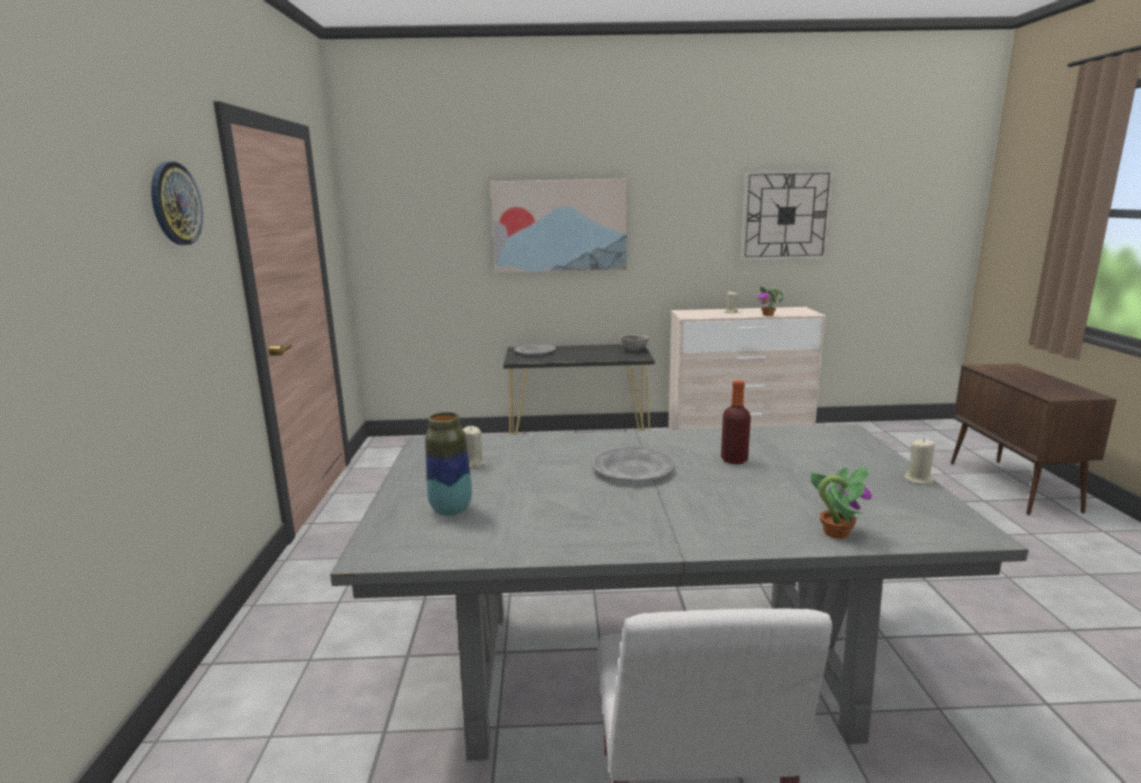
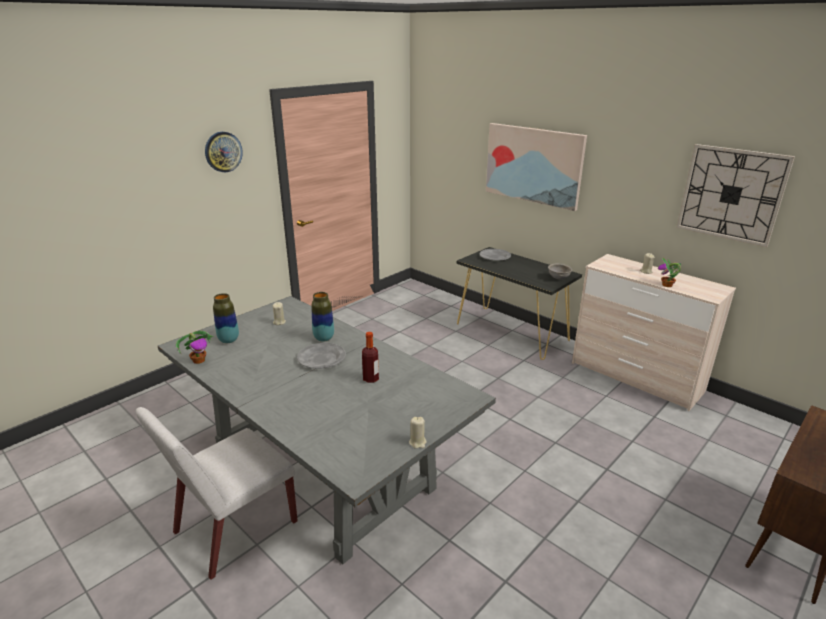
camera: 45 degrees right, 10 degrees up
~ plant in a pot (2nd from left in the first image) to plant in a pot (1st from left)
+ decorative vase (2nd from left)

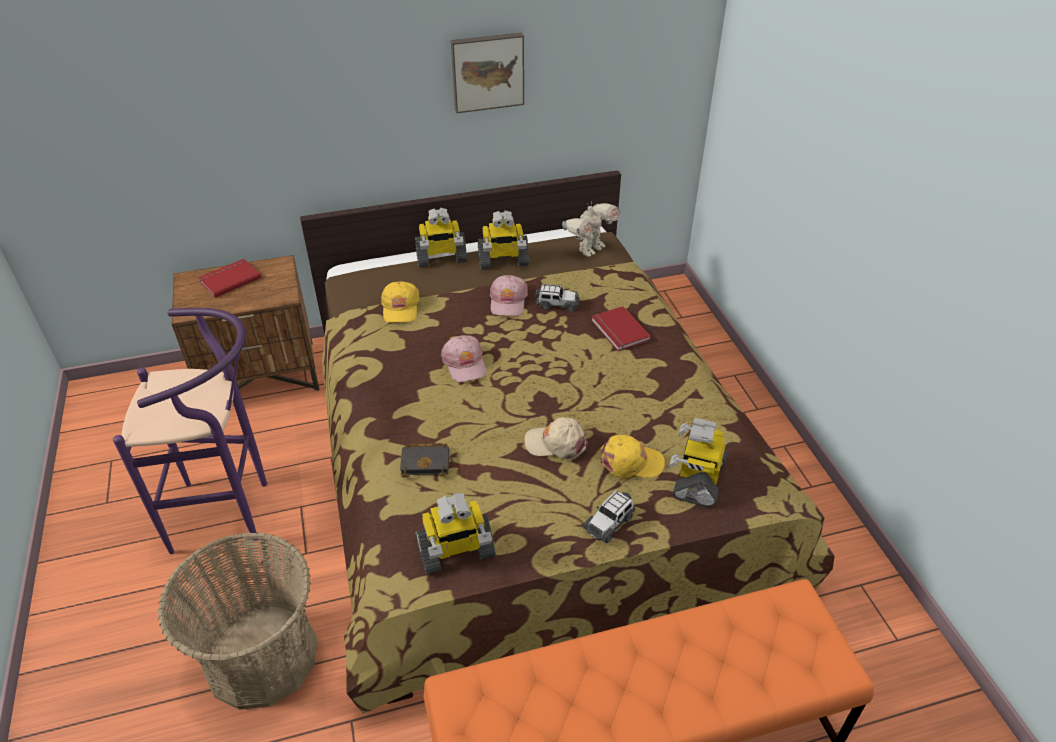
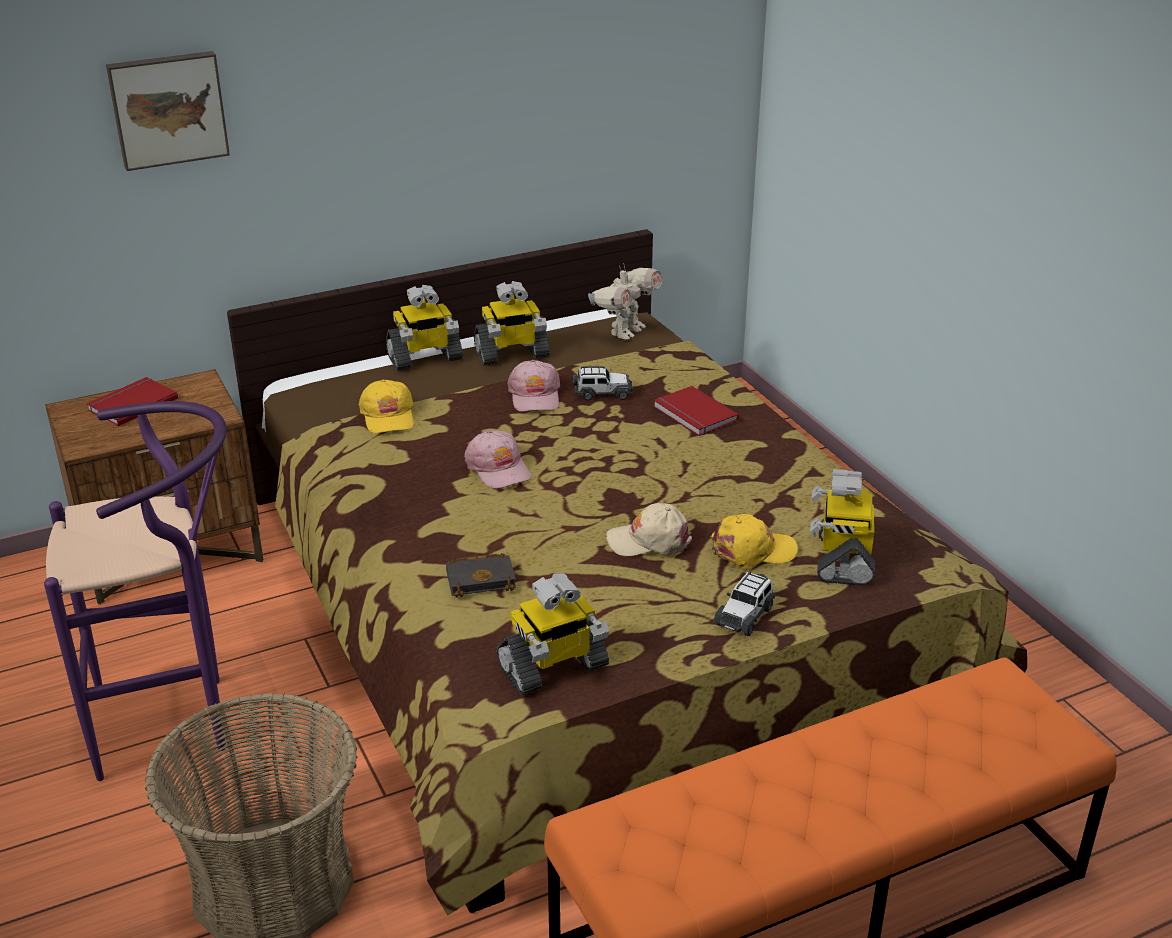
camera: 10 degrees left, 10 degrees down
~ wall art

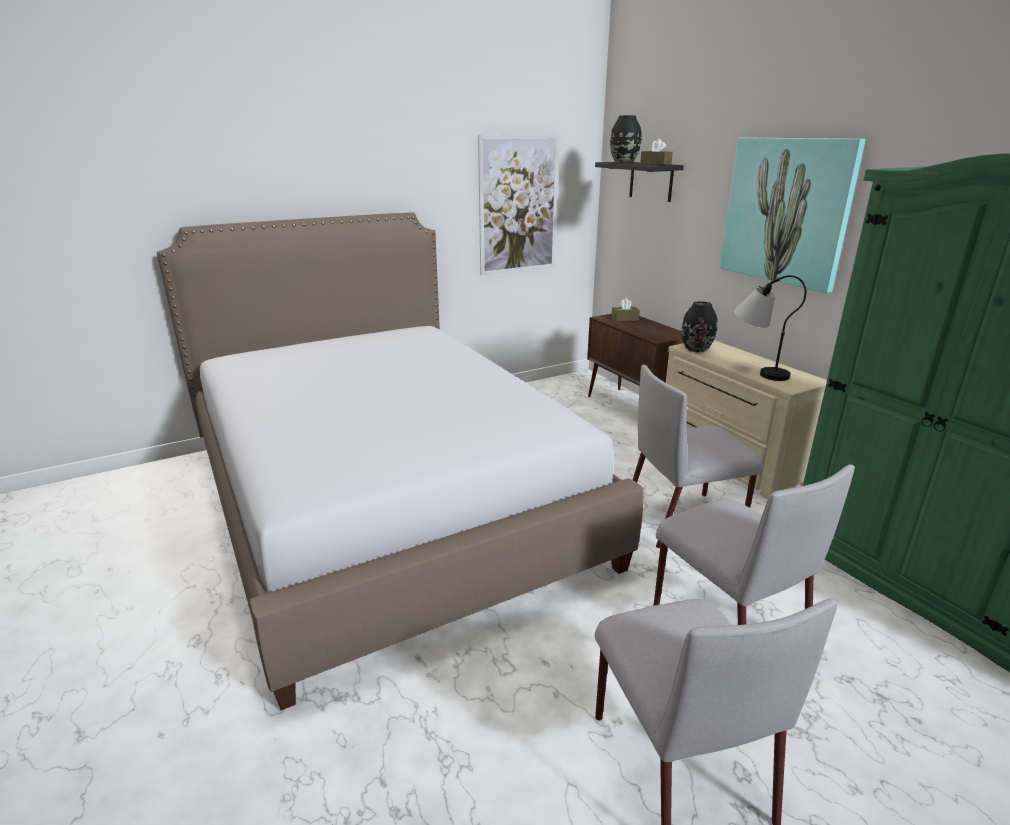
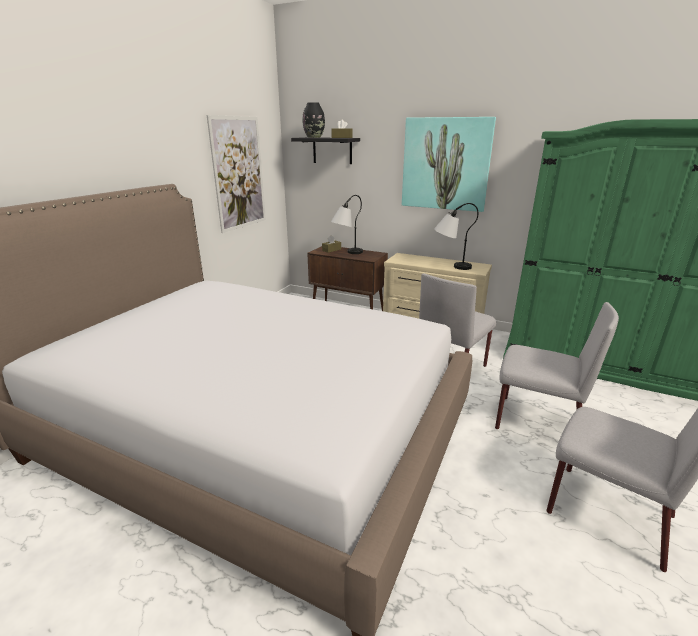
camera: 35 degrees left, 0 degrees up
- decorative vase in blackish (2nd from left)
+ tabletop lamp (1st from left)

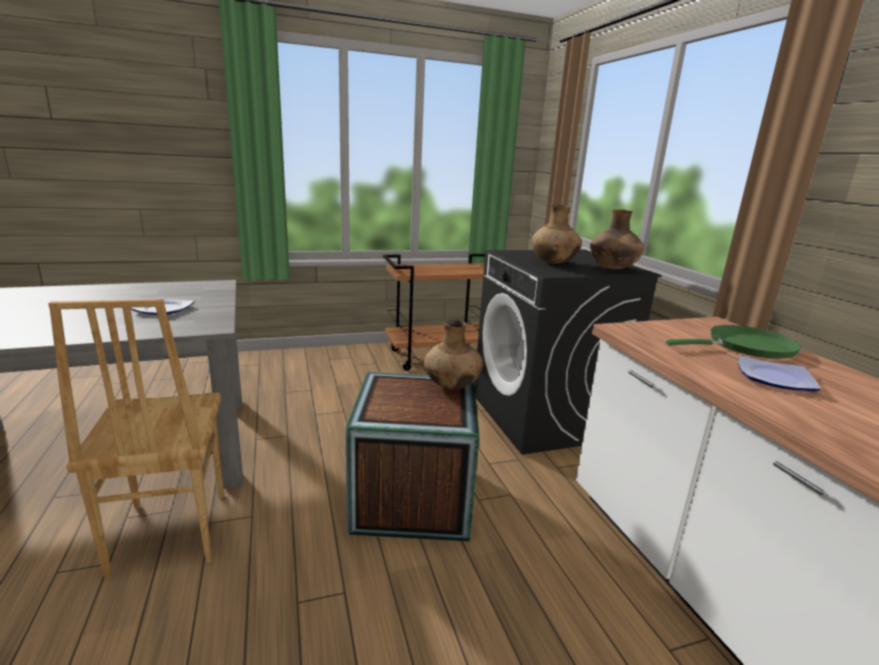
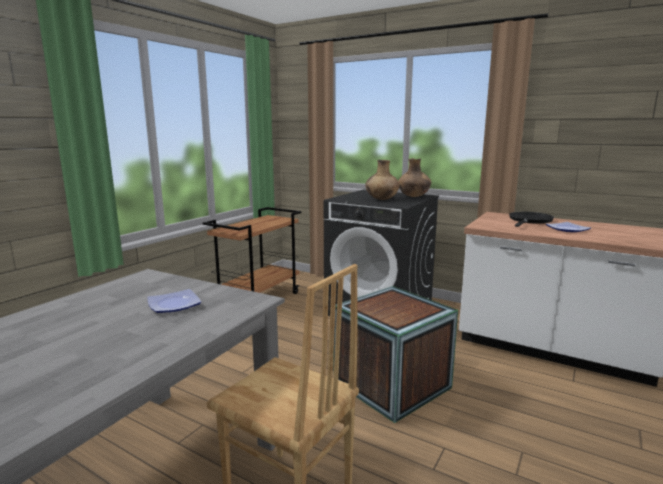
camera: 40 degrees left, 5 degrees down
- decorative vase in brown (1st from left)
~ skillet in green-coloured to skillet in blackish

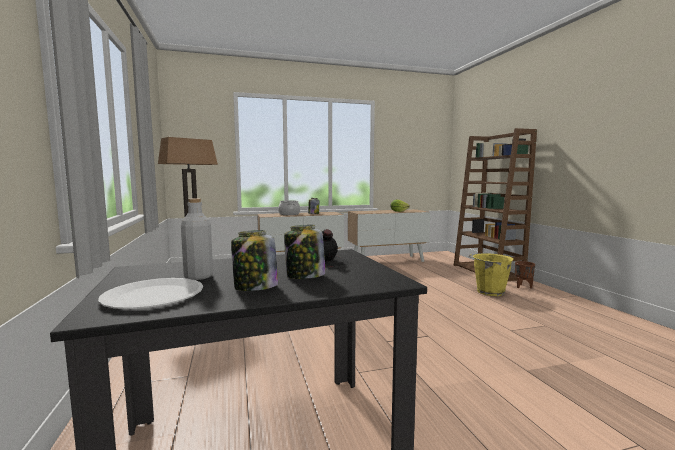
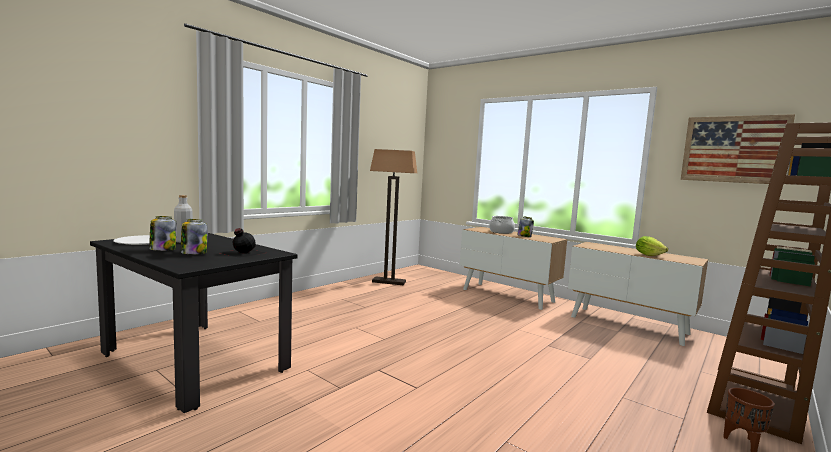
camera: 55 degrees right, 0 degrees up
- water bucket in yellow-coloured
+ wall art

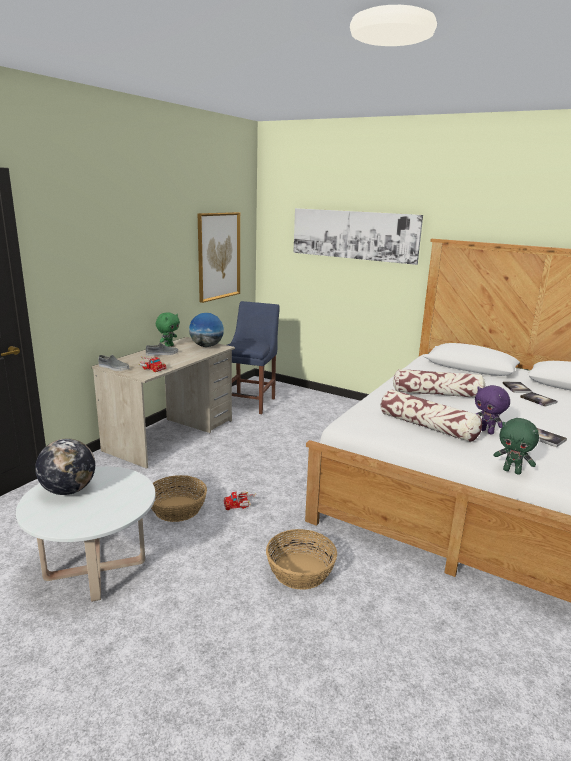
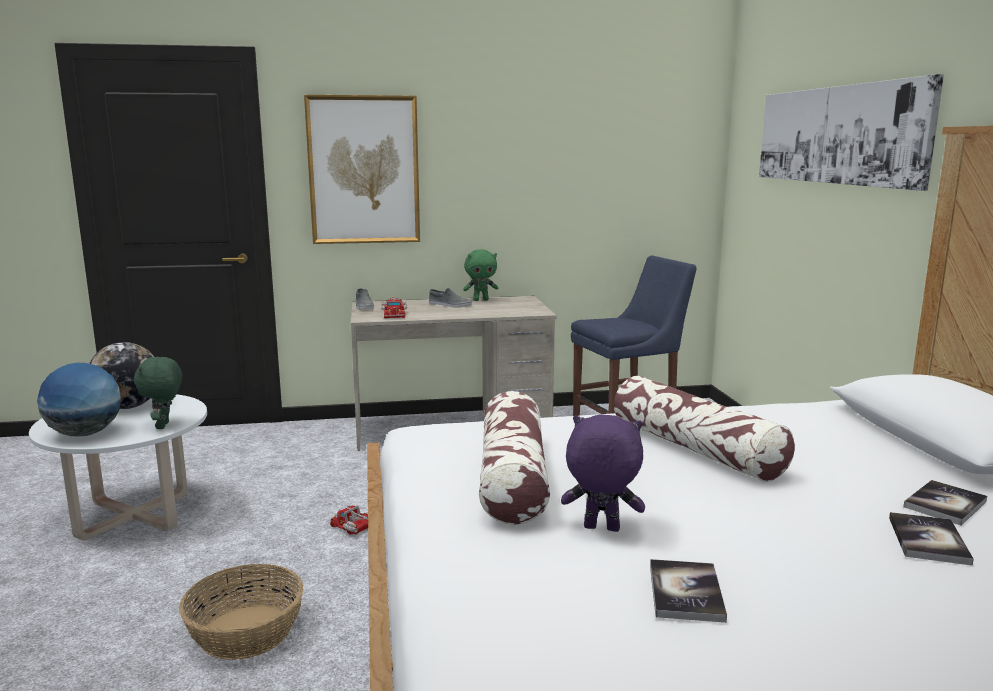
camera: 50 degrees right, 5 degrees down
~ wall art (1st from left)
~ globe (2nd from left in the first image) to globe (1st from left)
~ cuddly toy in purple-coloured 90 degrees clockwise
~ cuddly toy in green-coloured (2nd from left in the first image) to cuddly toy in green-coloured (1st from left)
- storage basket (1st from left)

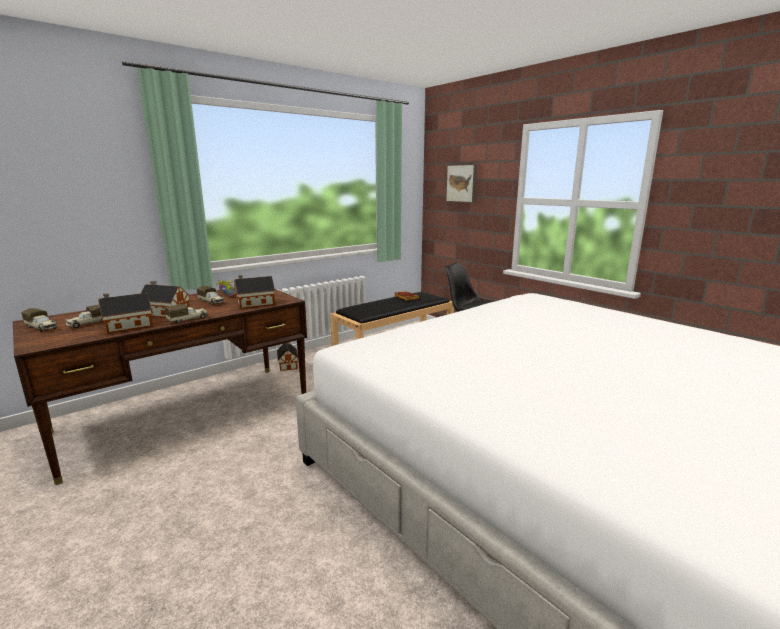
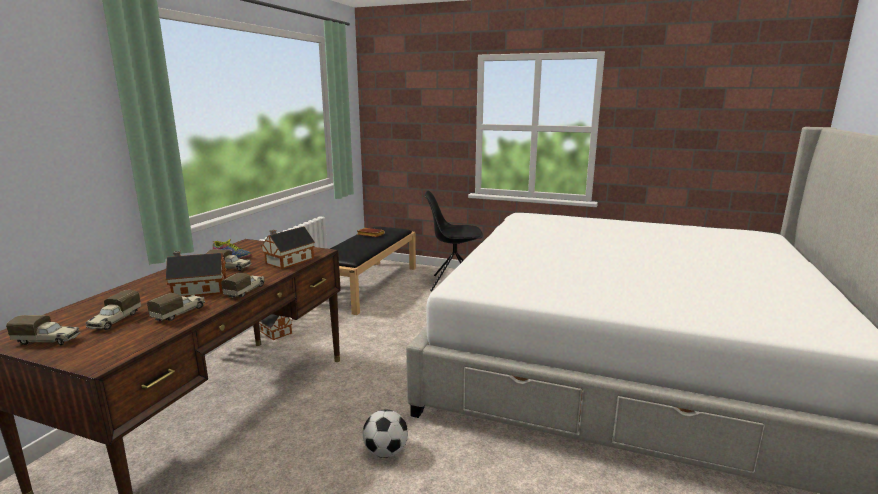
camera: 30 degrees left, 0 degrees up
- wall art
~ miniature house (1st from left) to toy lorry (3rd from left)
+ football

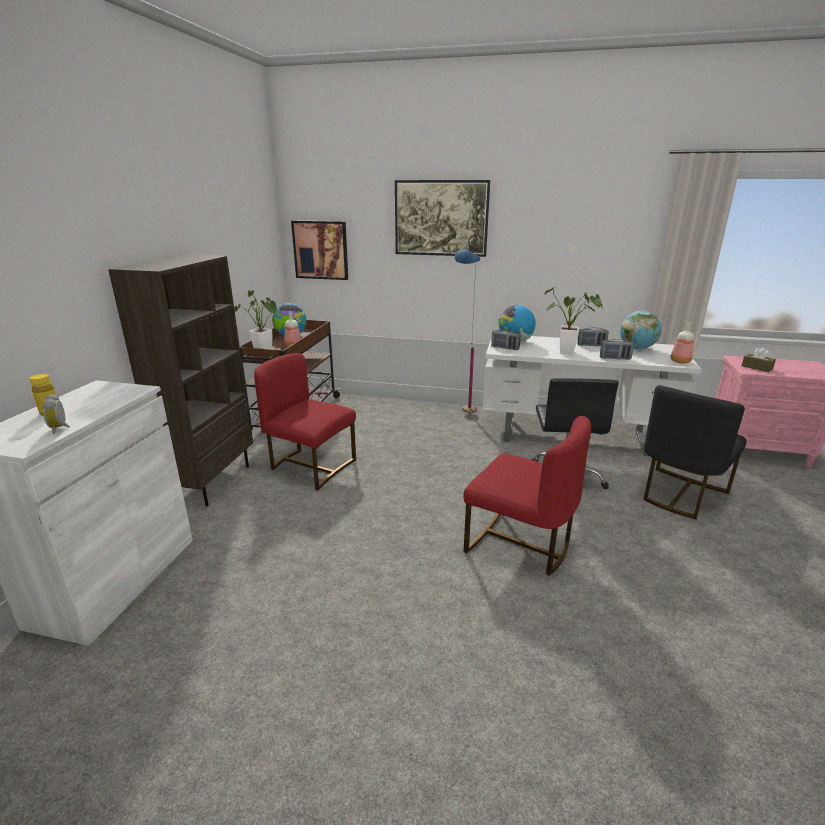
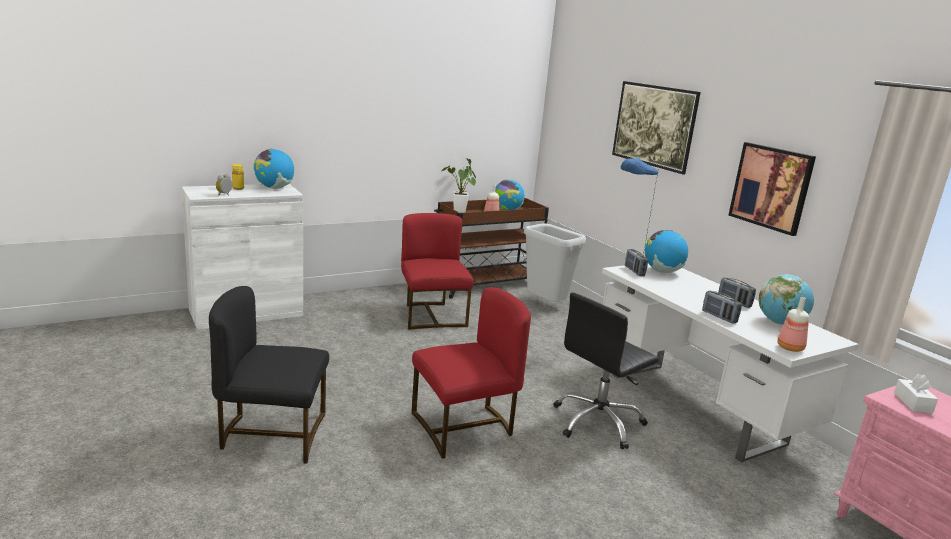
camera: 45 degrees right, 5 degrees down
~ wall art (1st from left in the first image) to wall art (2nd from left)
- shelving unit in brown
- plant in a pot (2nd from left)
~ tissue holder in brown to tissue holder in white
~ plain chair in blackish
~ plain chair in red (2nd from left) 105 degrees counterclockwise
+ globe (1st from left)
+ rubbish bin in gray

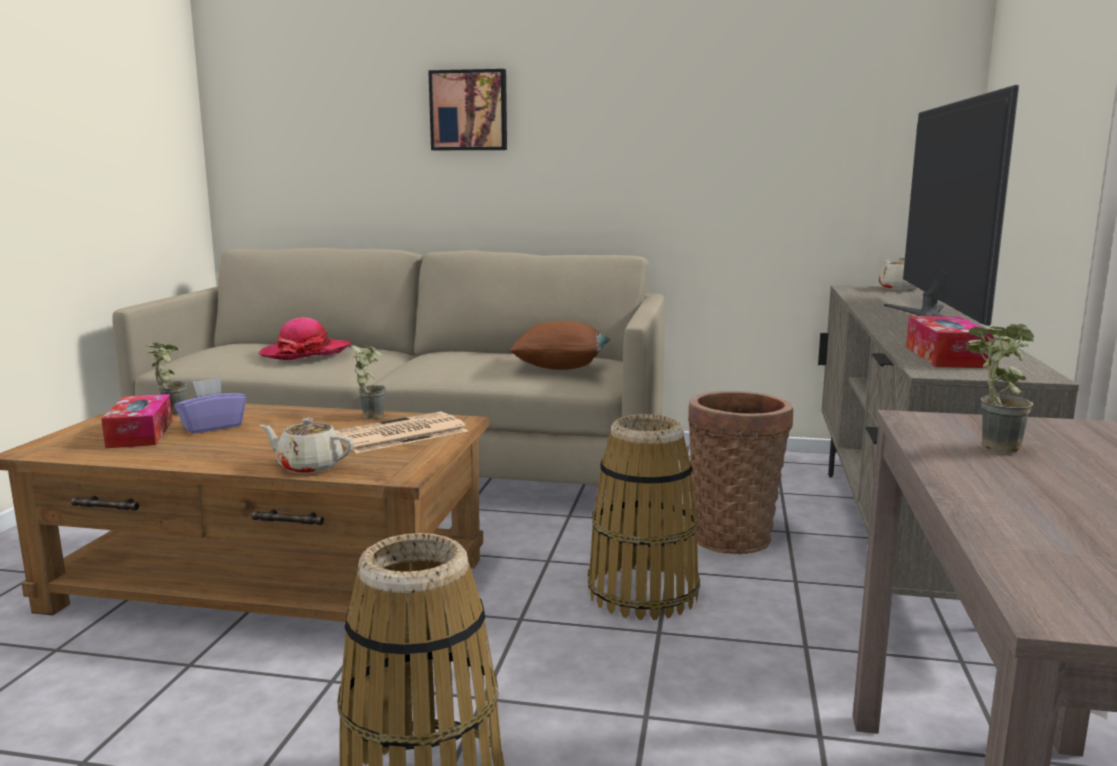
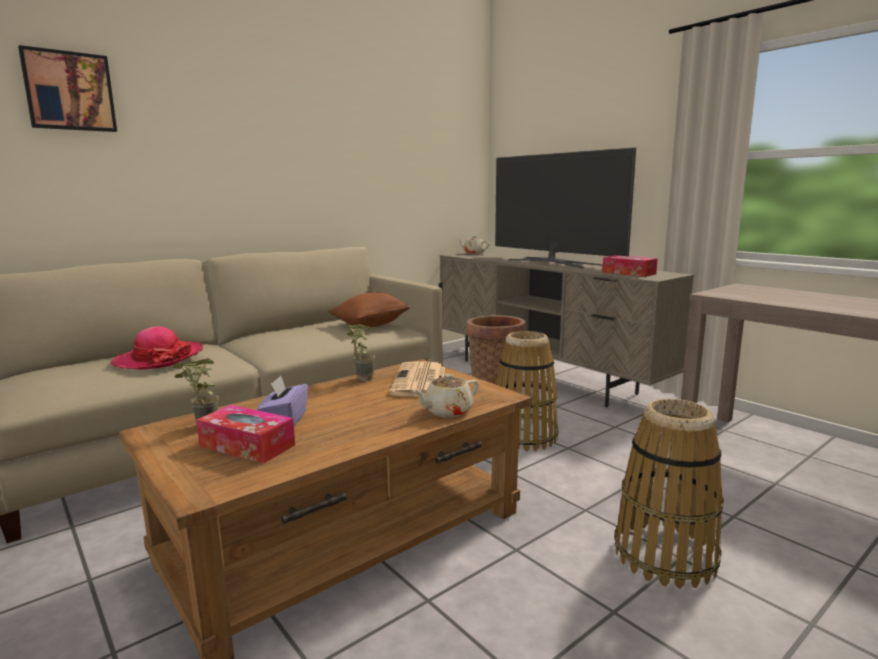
camera: 50 degrees left, 0 degrees up
~ wall art
- plant in a pot (3rd from left)

